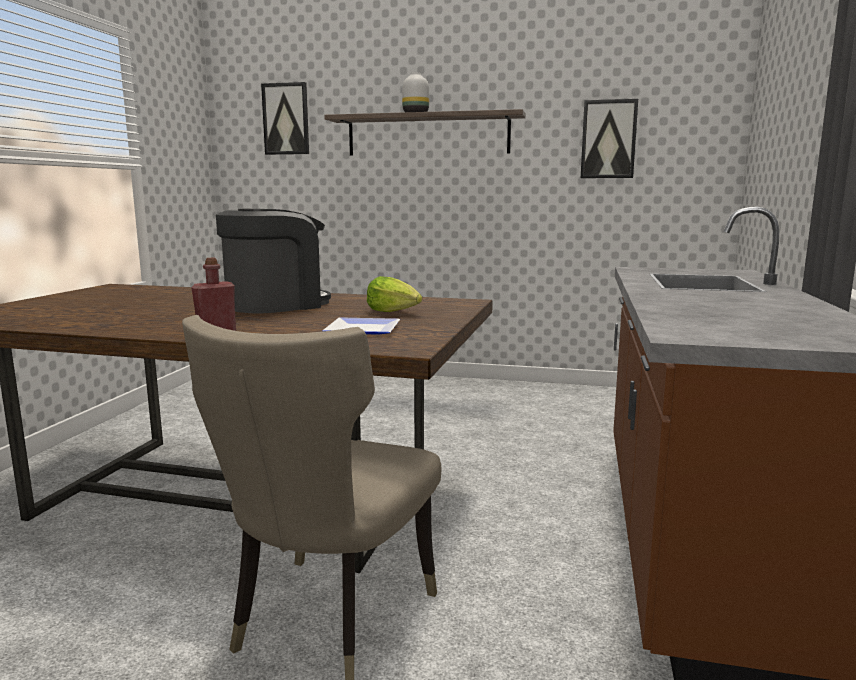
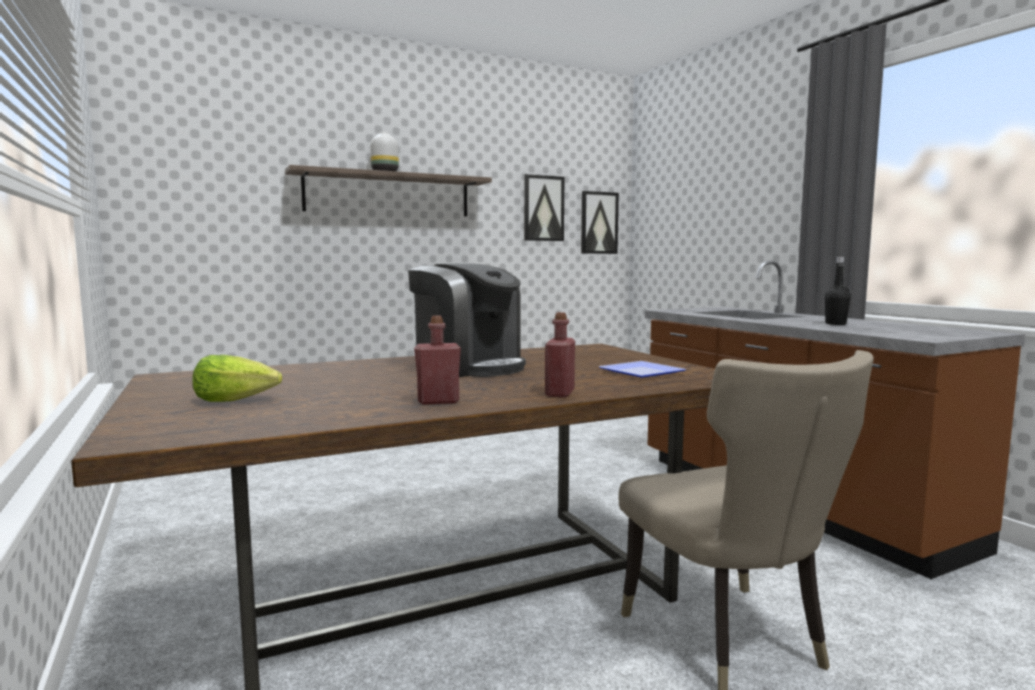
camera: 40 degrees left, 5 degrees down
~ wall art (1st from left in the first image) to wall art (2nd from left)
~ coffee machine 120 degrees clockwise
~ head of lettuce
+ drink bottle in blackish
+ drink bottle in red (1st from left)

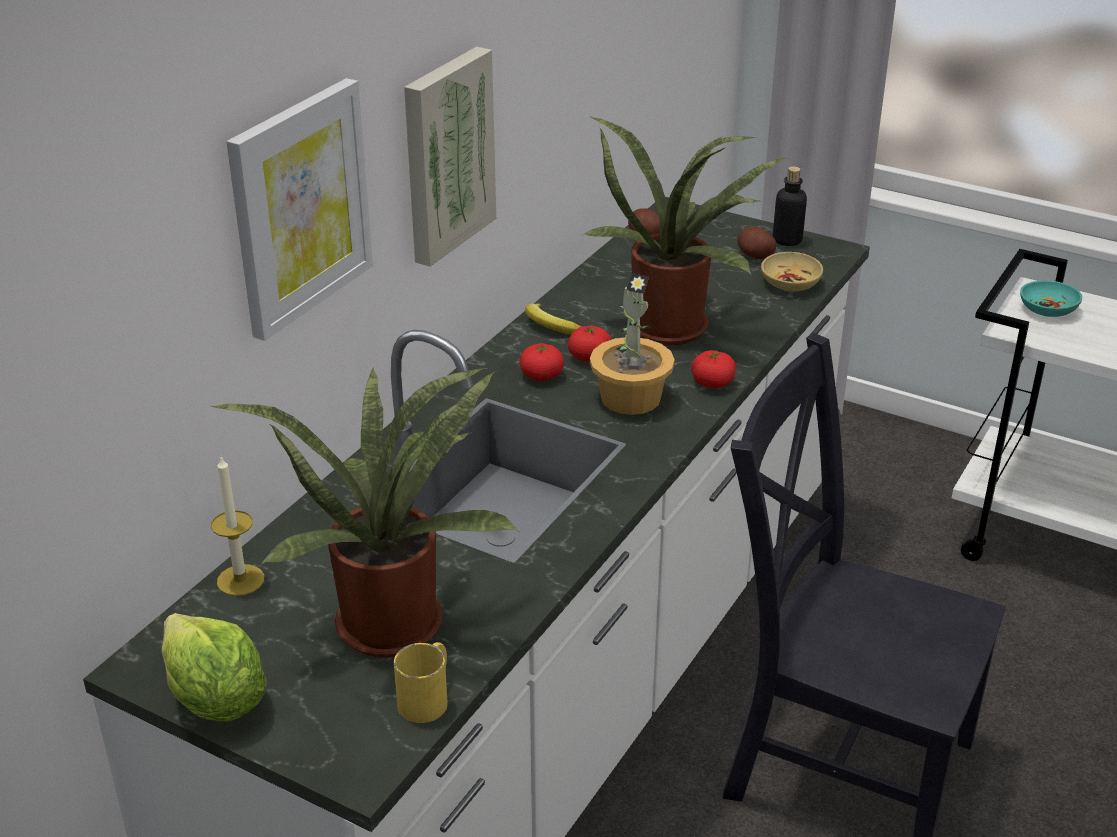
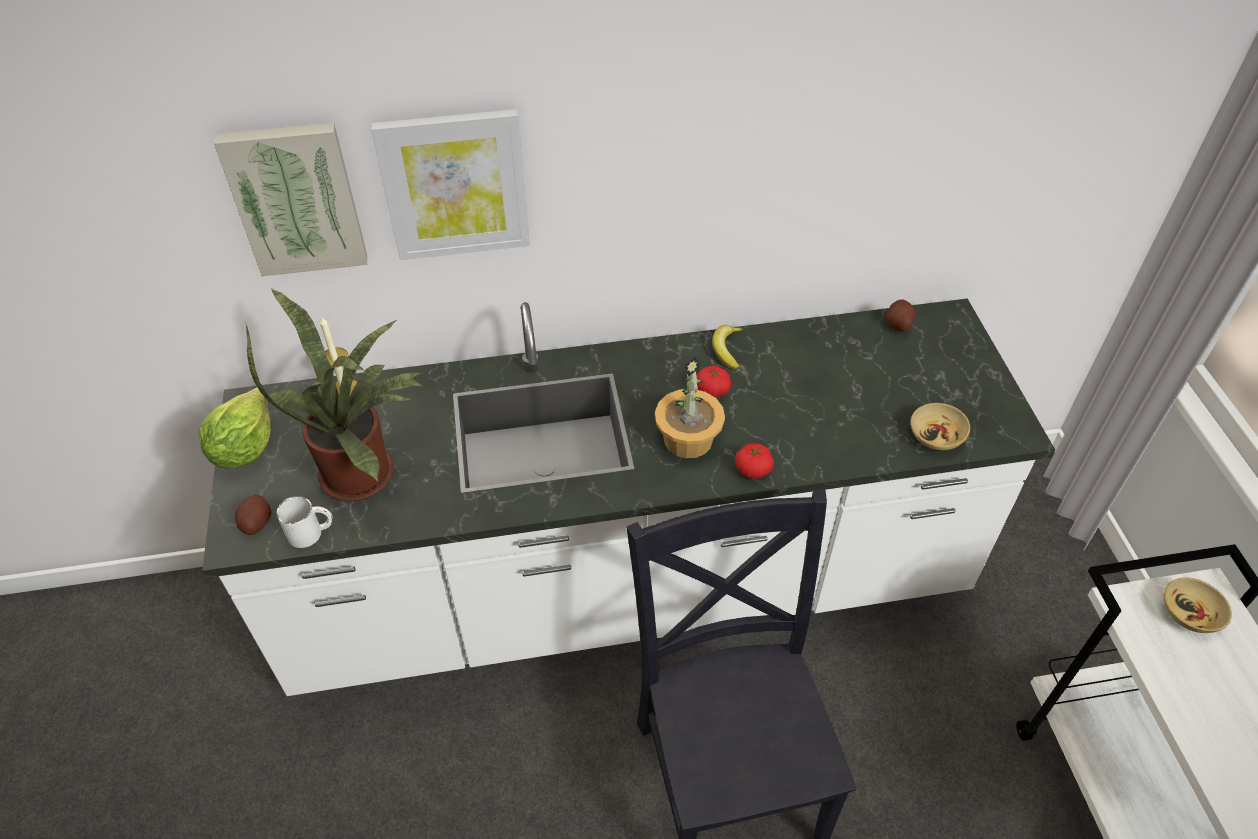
camera: 50 degrees right, 15 degrees up
~ wall art (2nd from left in the first image) to wall art (1st from left)
- plant in a pot (3rd from left)
- drink bottle
~ spud (2nd from left in the first image) to spud (1st from left)
~ bowl in turquoise to bowl in beige (2nd from left)
- fresh tomato (1st from left)
~ mug in yellow-coloured to mug in white

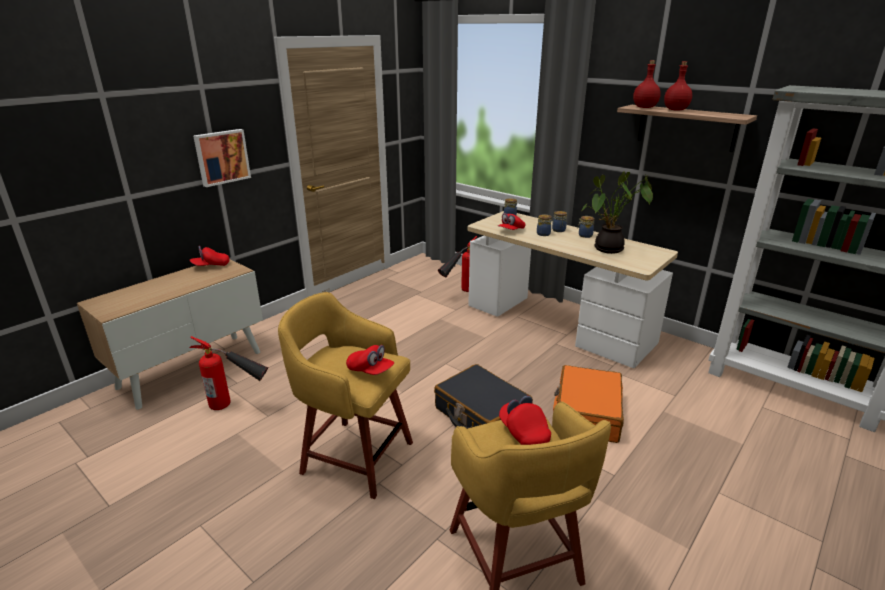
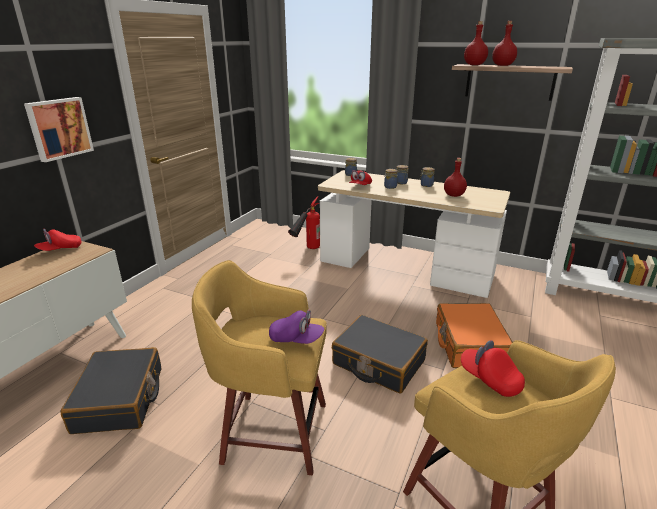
camera: 15 degrees left, 0 degrees up
~ plant in a pot to drink bottle in red (1st from left)
~ extinguisher (1st from left) to piece of luggage in blackish (1st from left)
~ baseball cap in red (2nd from left) to baseball cap in purple-coloured

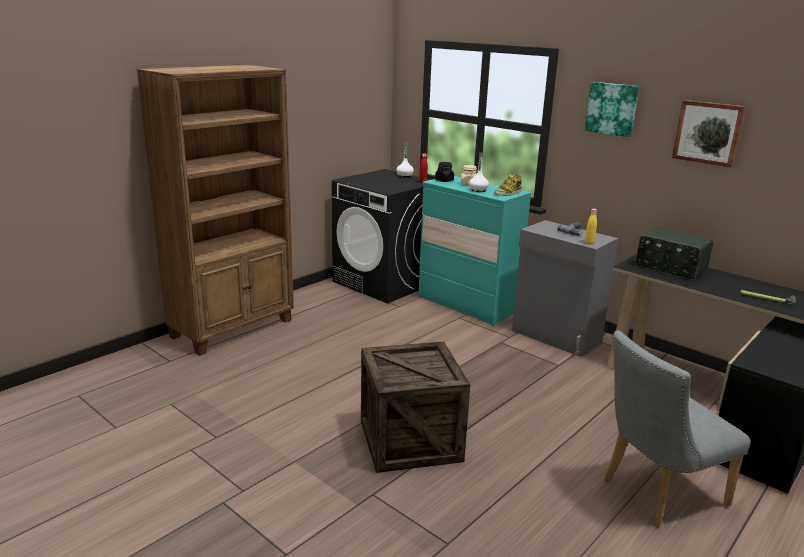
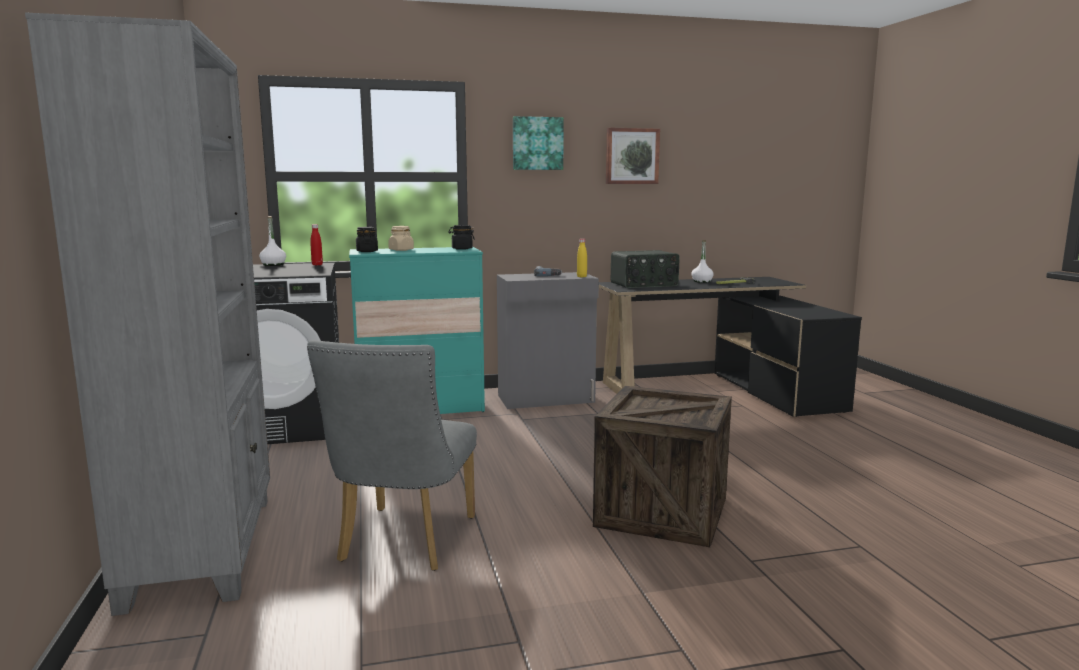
camera: 55 degrees left, 10 degrees down
~ shelving unit in brown to shelving unit in gray
~ drink bottle in white (2nd from left)
~ boot to preserve jar in blackish (2nd from left)
~ plain chair in gray

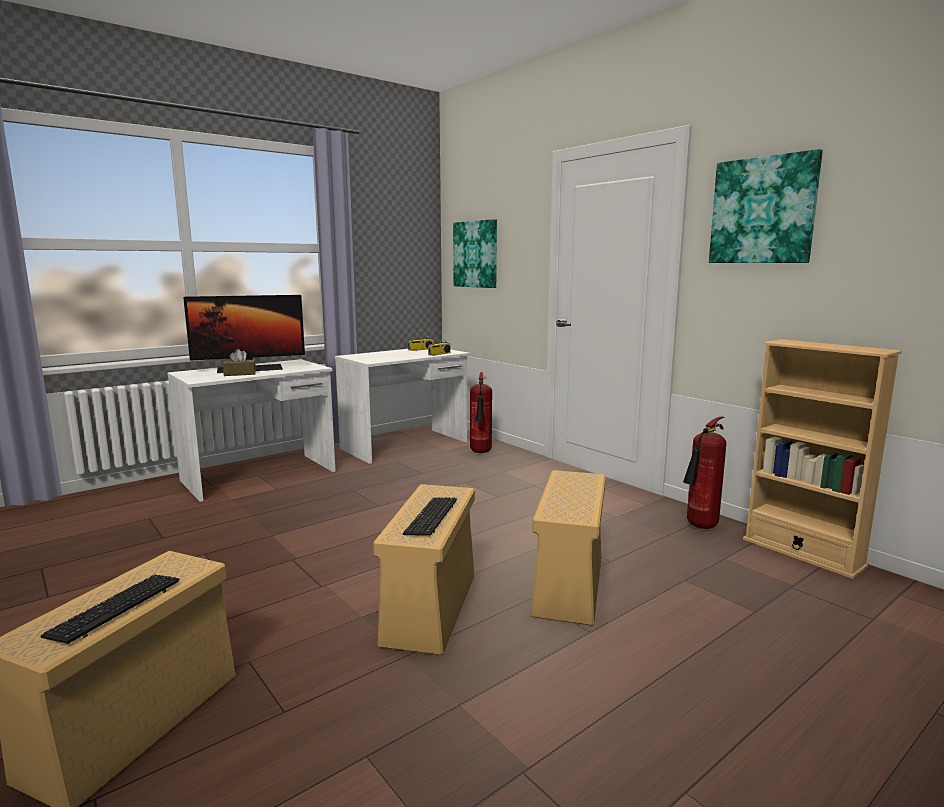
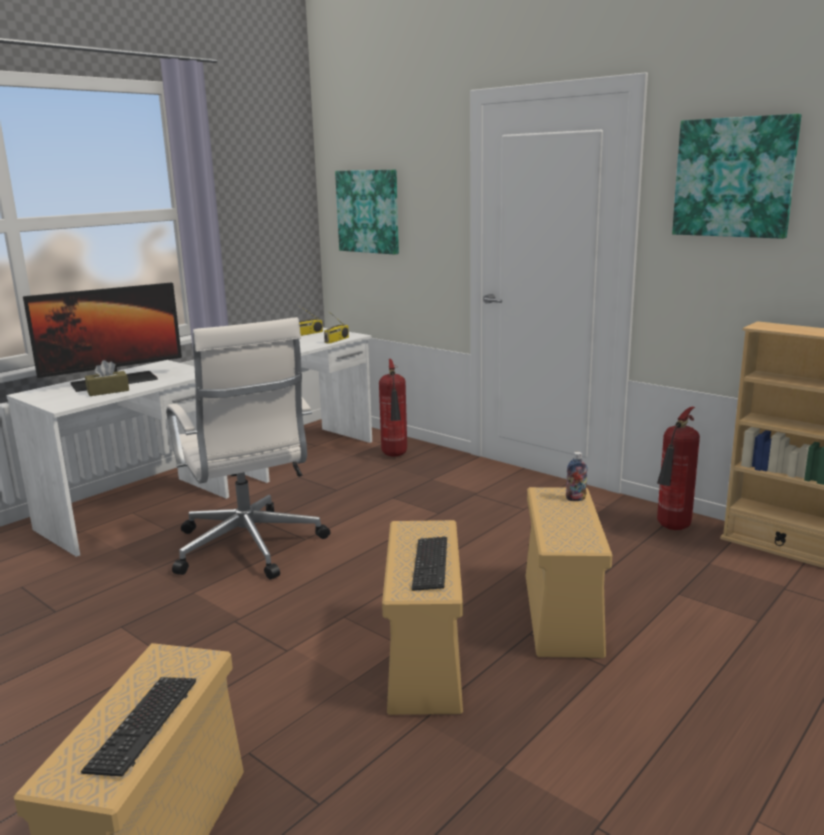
camera: 10 degrees left, 5 degrees up
+ desk chair in white
+ drink bottle

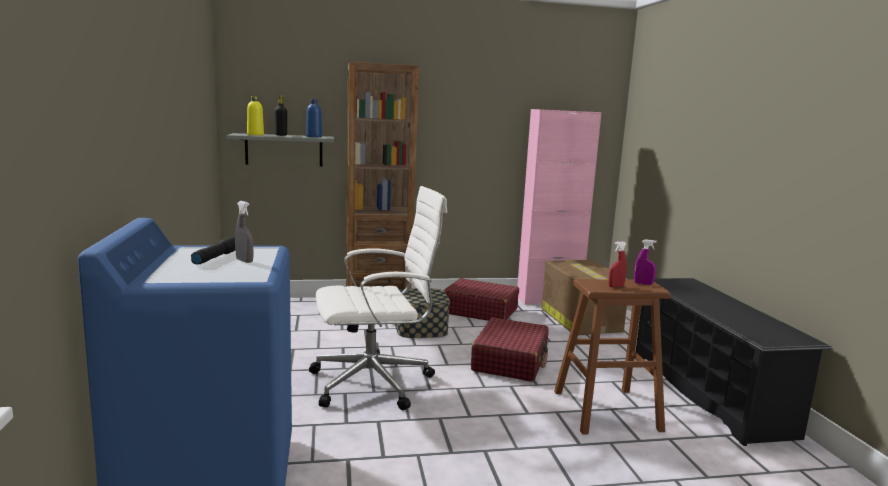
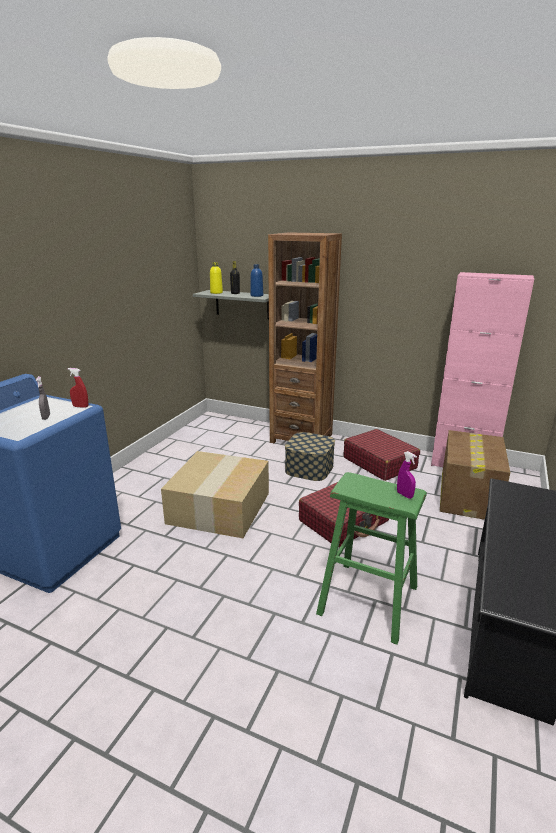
camera: 35 degrees right, 10 degrees up
~ desk chair in white to cardboard box (1st from left)
- hand torch in blackish
~ hand sprayer in red
~ stool seat in brown to stool seat in green-coloured

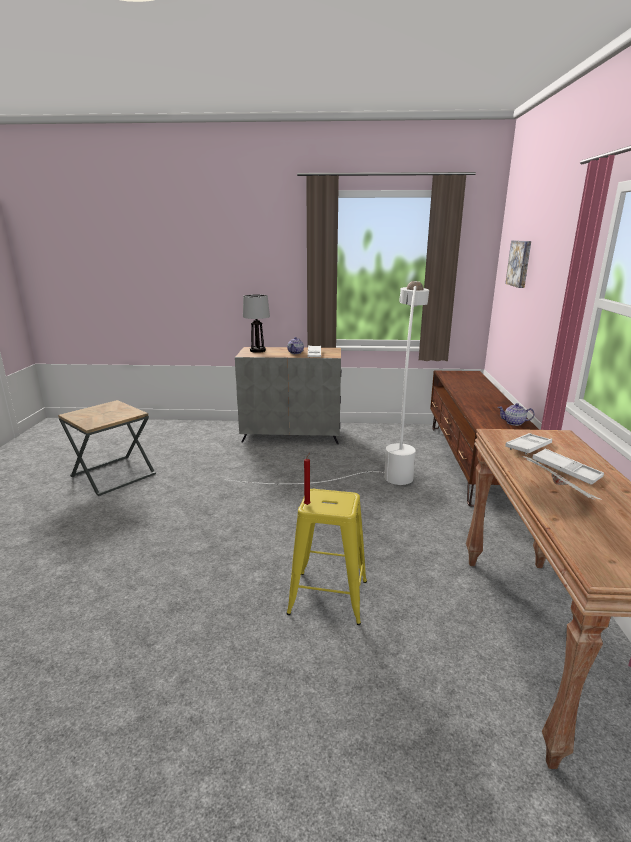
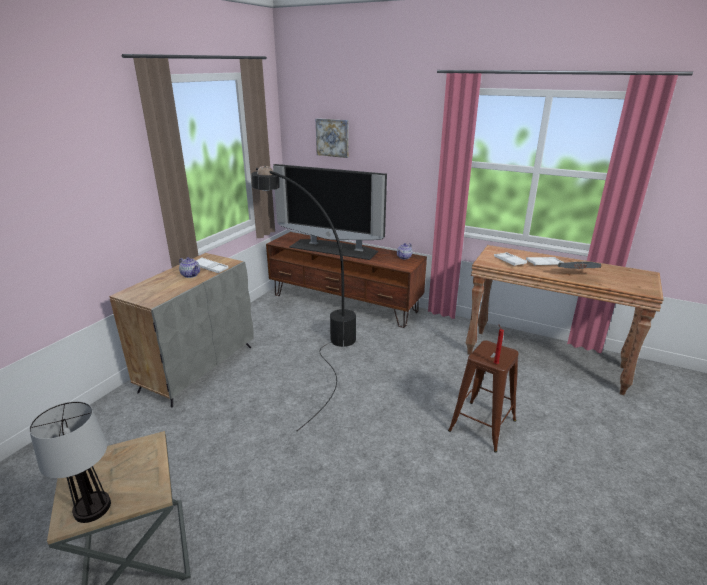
camera: 65 degrees left, 5 degrees up
~ standing lamp in white to standing lamp in blackish
~ tabletop lamp
~ stool seat in yellow-coloured to stool seat in brown
+ TV set

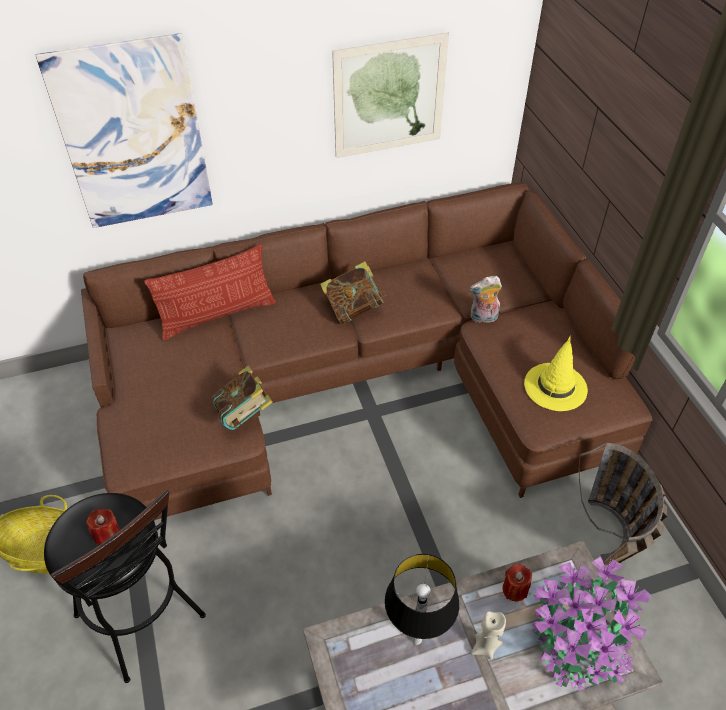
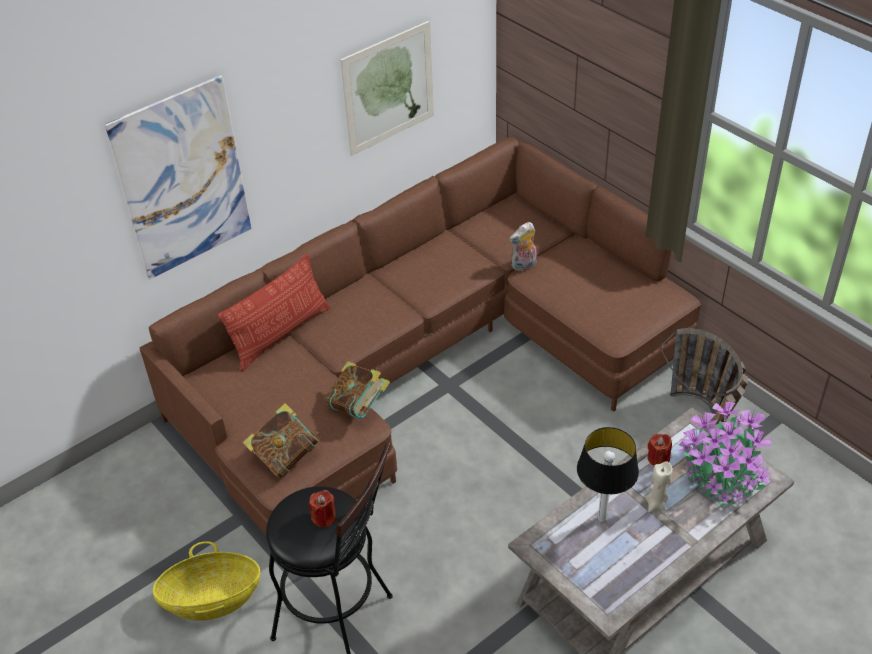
camera: 20 degrees left, 5 degrees down
~ book (2nd from left in the first image) to book (1st from left)
- hat in yellow-coloured

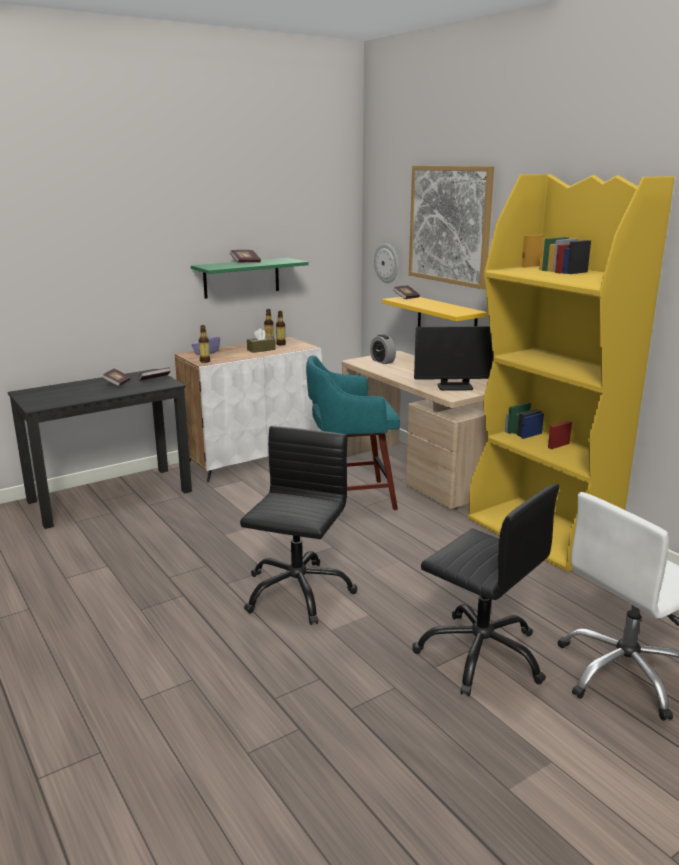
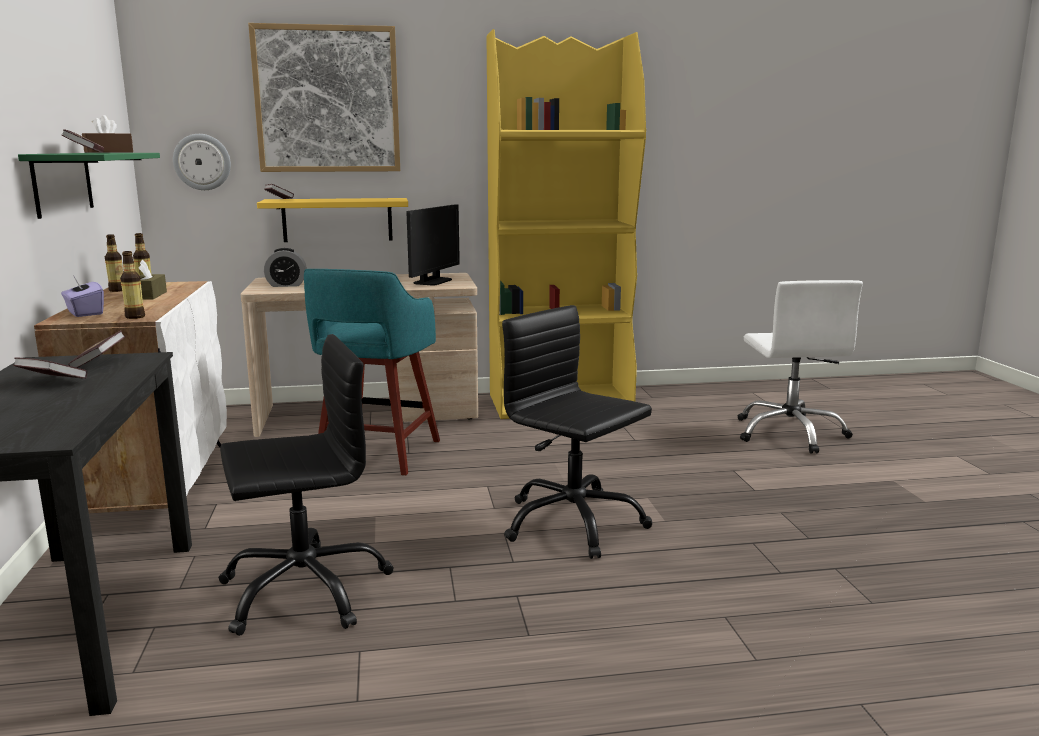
camera: 65 degrees left, 5 degrees down
~ desk chair in blackish (2nd from left in the first image) to desk chair in blackish (1st from left)
+ tissue holder in brown (1st from left)

